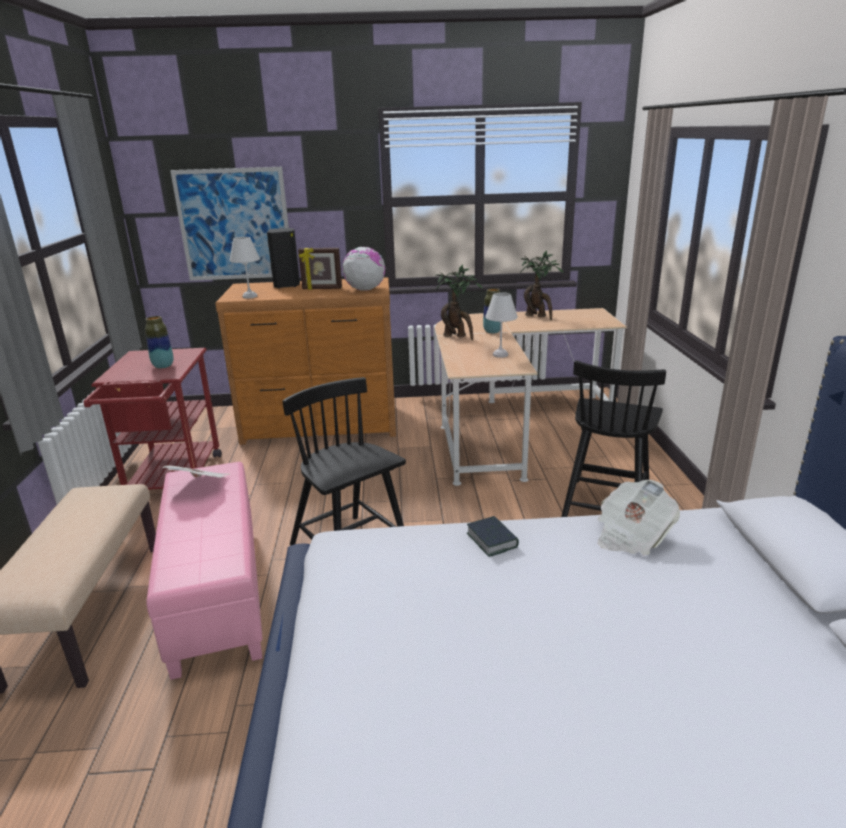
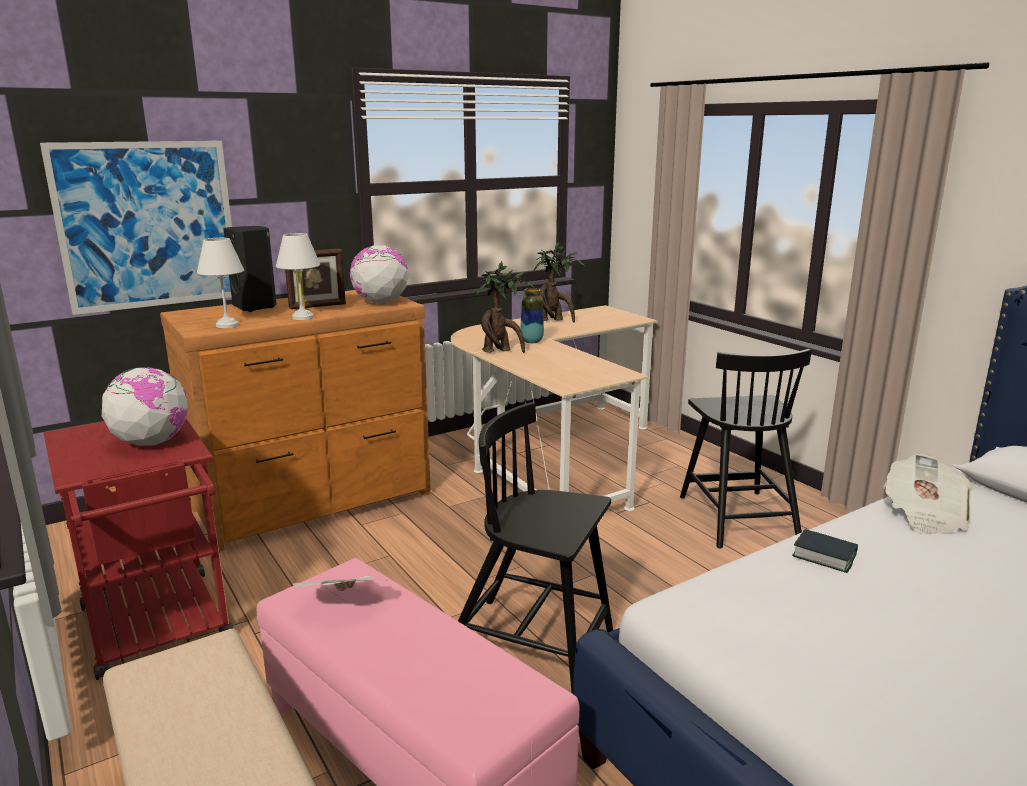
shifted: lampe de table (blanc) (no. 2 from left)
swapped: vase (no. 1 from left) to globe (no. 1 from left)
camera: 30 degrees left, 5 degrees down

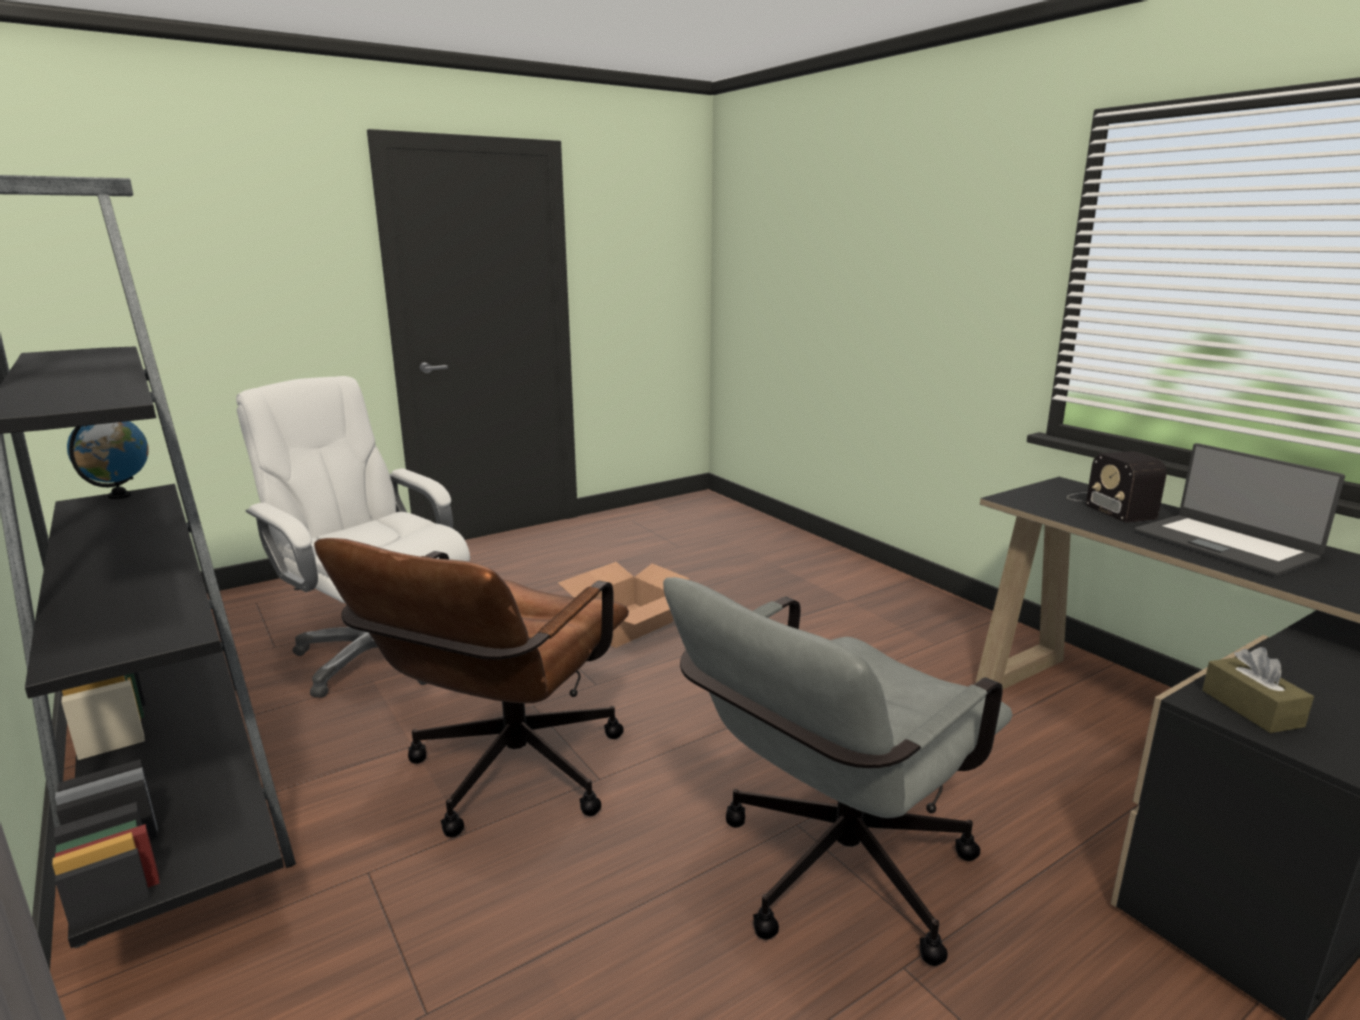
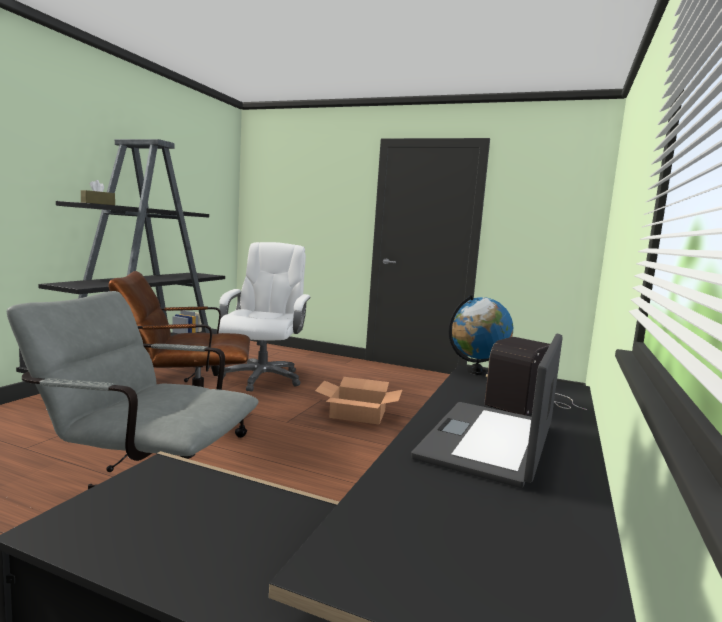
shifted: globe; boîte à mouchoirs (marron)
camera: 55 degrees right, 10 degrees down

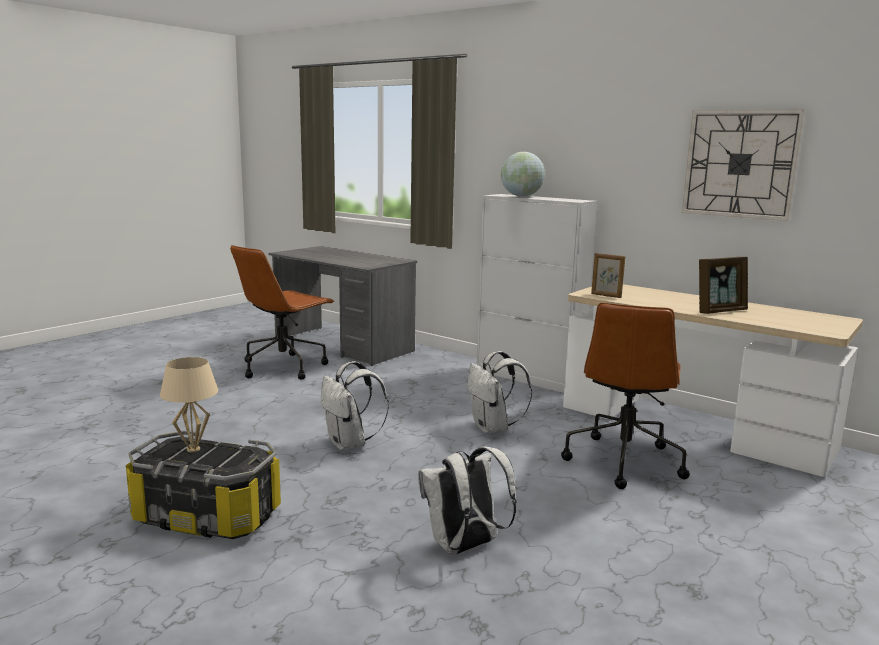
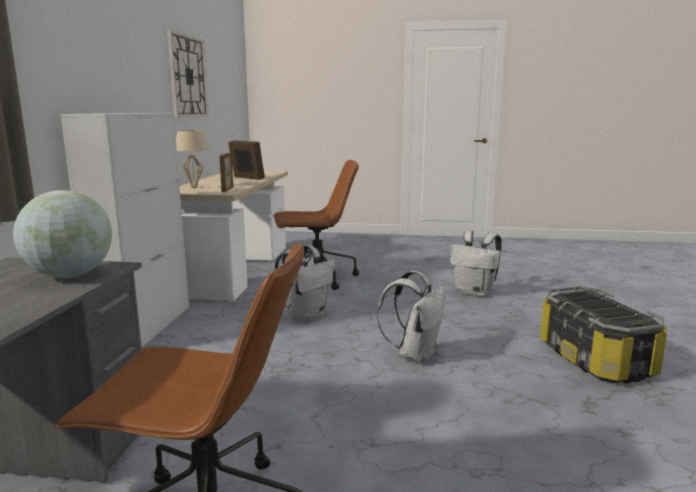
shifted: lampe de table (beige); globe
camera: 120 degrees left, 0 degrees up

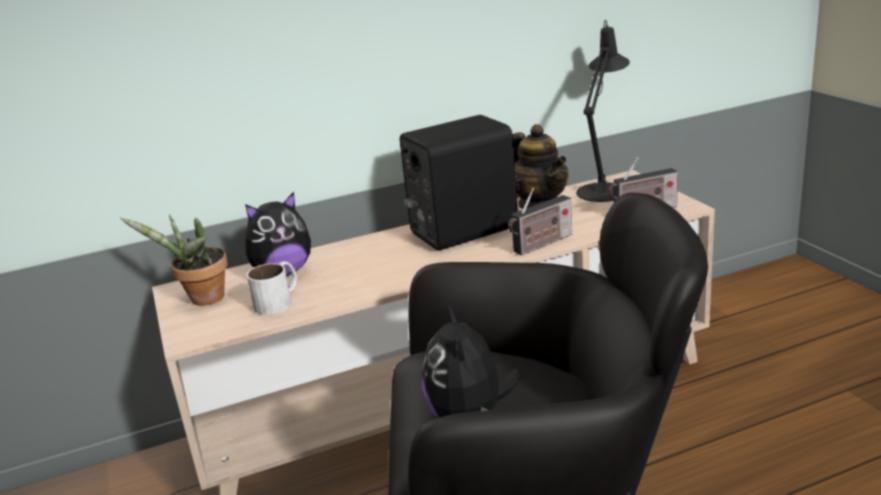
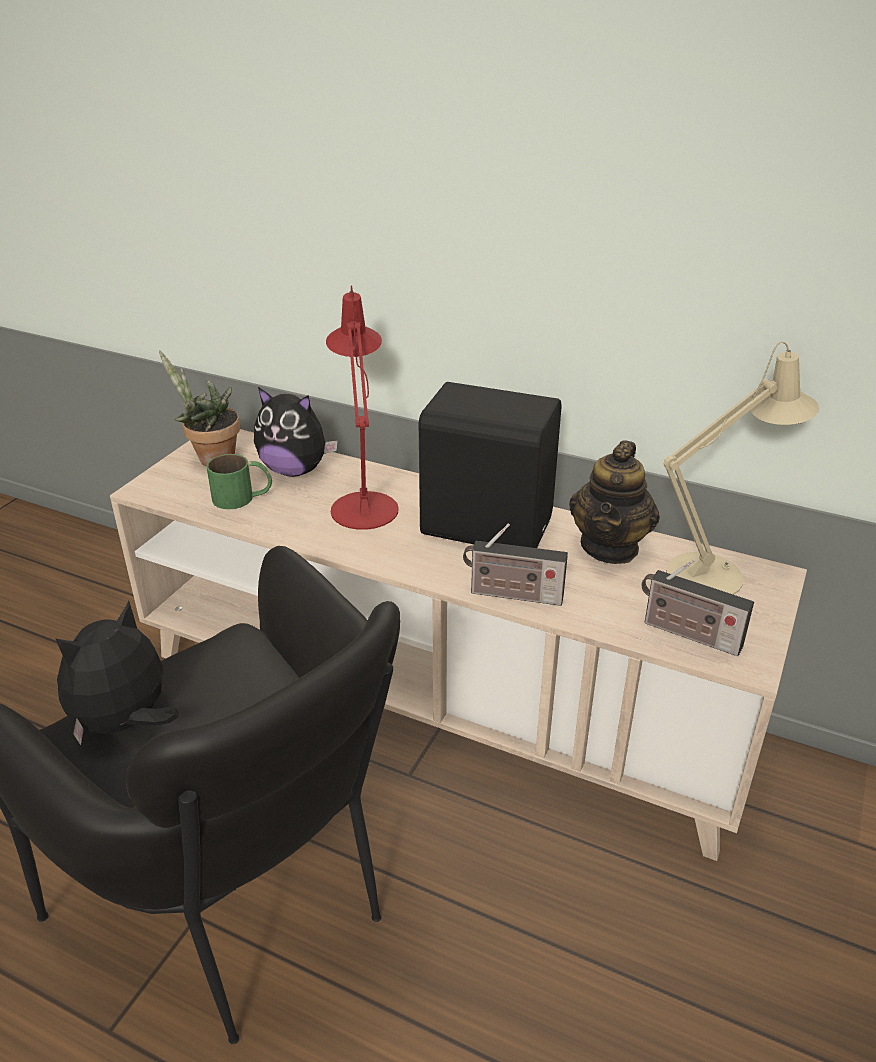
new: lampe de table (rouge)
repainted: mug (blanc) to mug (vert); lampe de table (noir) to lampe de table (beige)
camera: 45 degrees right, 10 degrees up

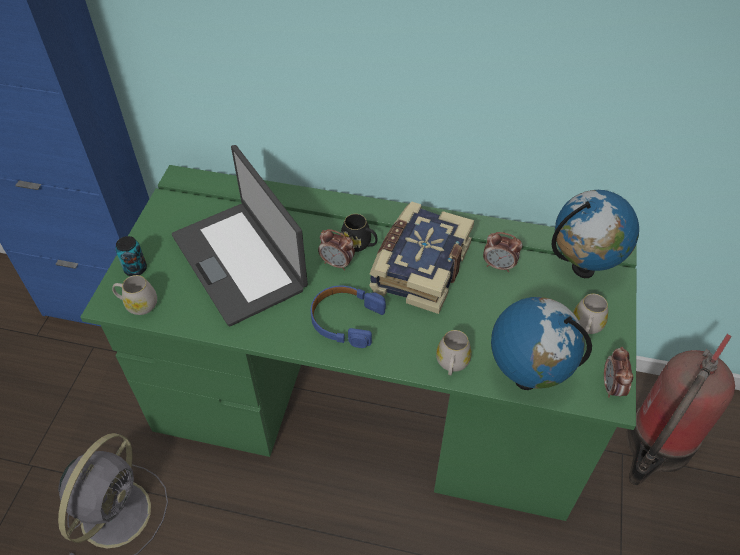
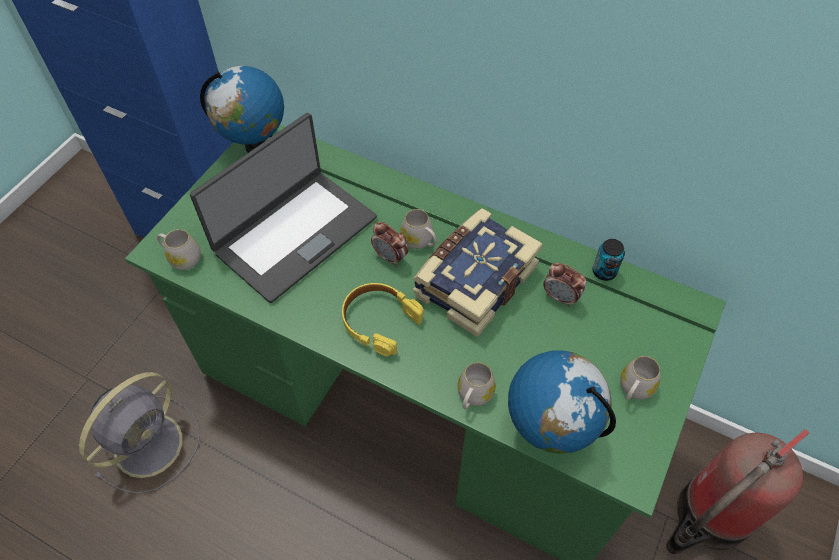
gone: réveil (no. 3 from left)
shifted: boîte métallique; globe (no. 2 from left in the first image) to globe (no. 1 from left)
repainted: casque audio (bleu) to casque audio (jaune); mug (noir) to mug (blanc) (no. 2 from left)
rotated: ordinateur portable 120 degrees counterclockwise
camera: 15 degrees right, 5 degrees up

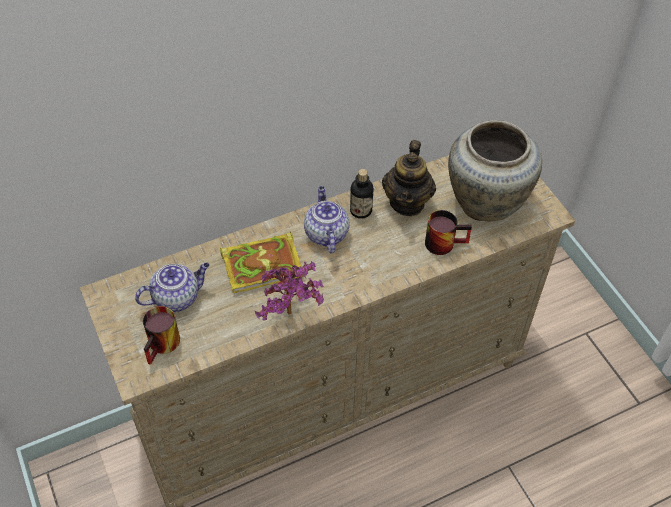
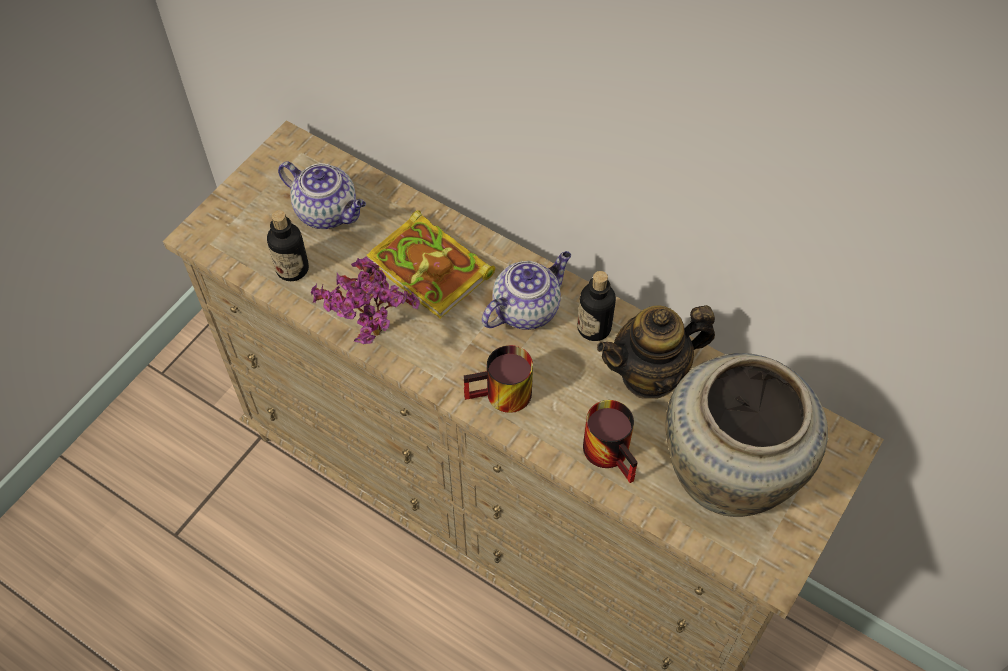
new: bouteille (no. 1 from left)
shifted: mug (no. 1 from left)
camera: 60 degrees right, 5 degrees up

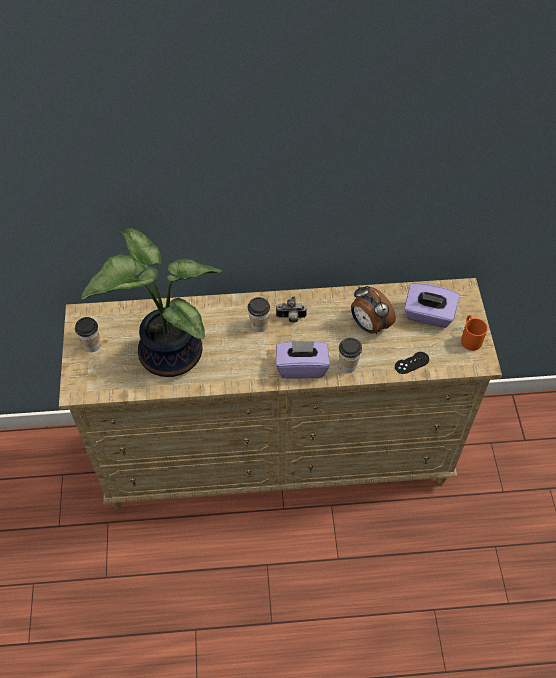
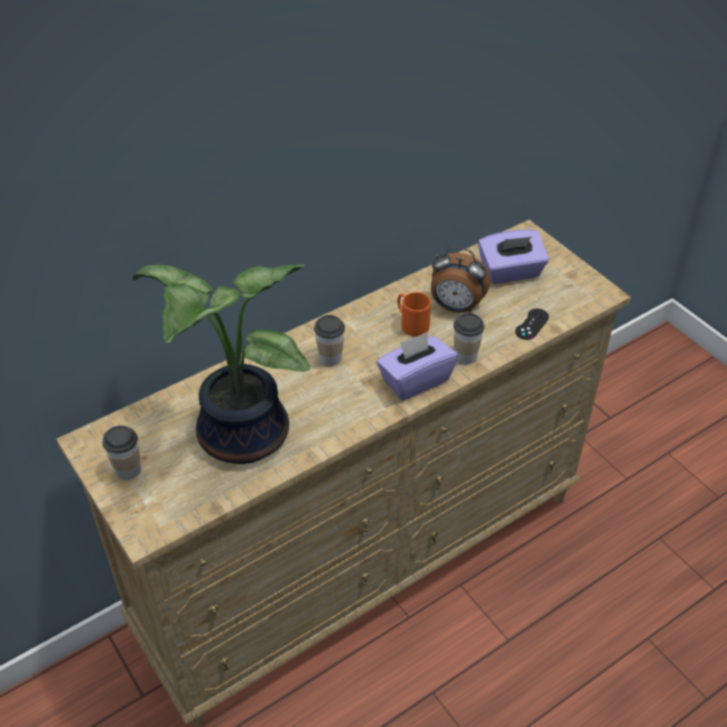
gone: appareil photo
shifted: mug (orange)
camera: 30 degrees left, 10 degrees down

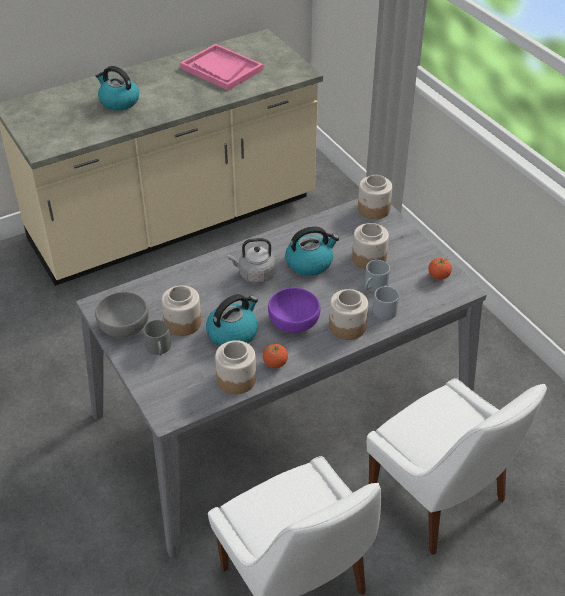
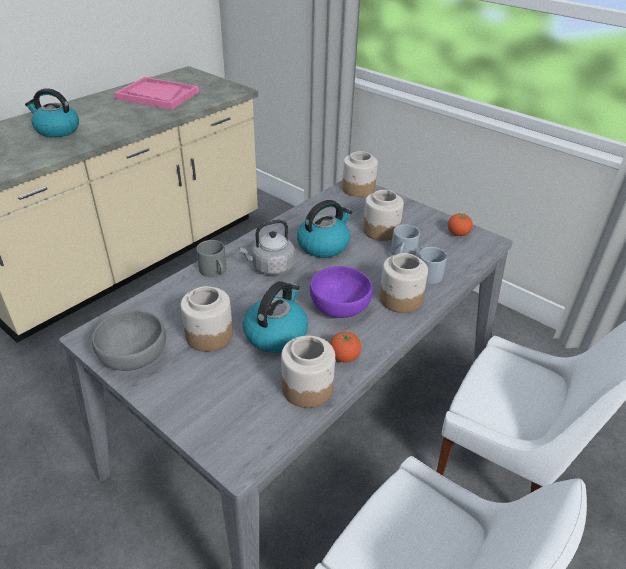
shifted: mug (gris) (no. 1 from left)
camera: 20 degrees left, 5 degrees down

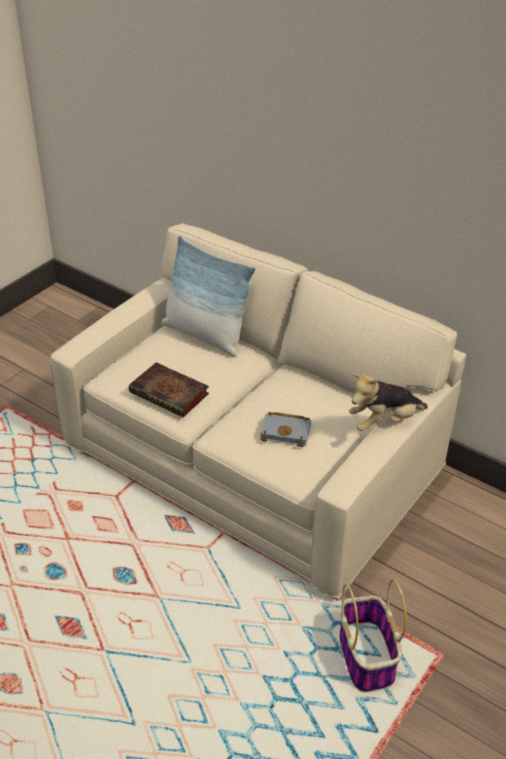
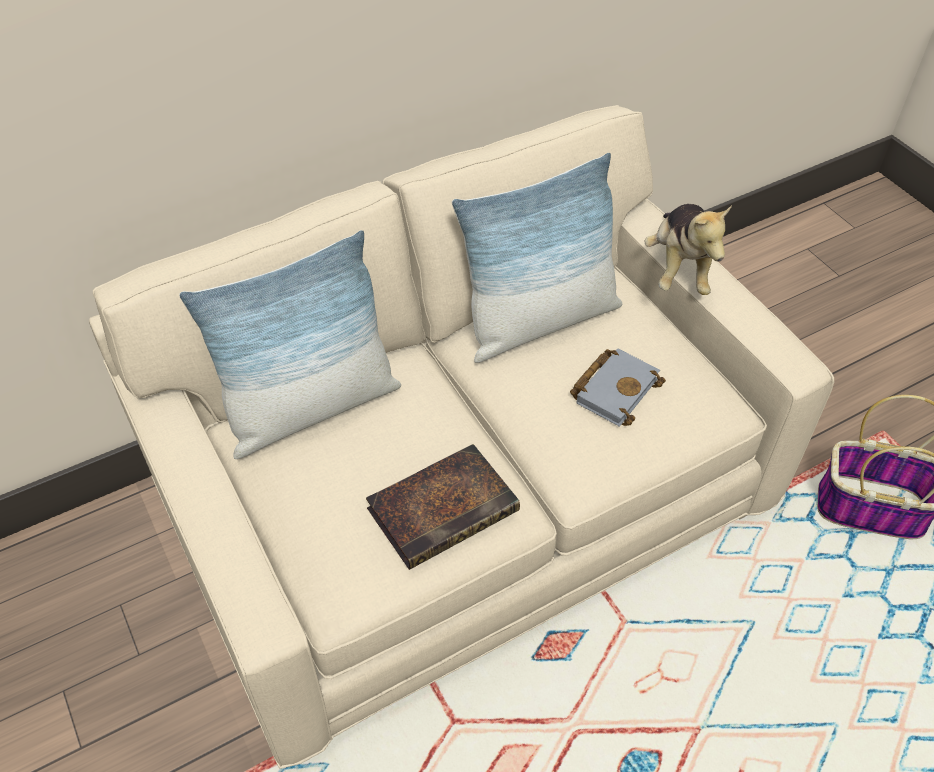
new: coussin (no. 2 from left)
camera: 65 degrees left, 10 degrees up

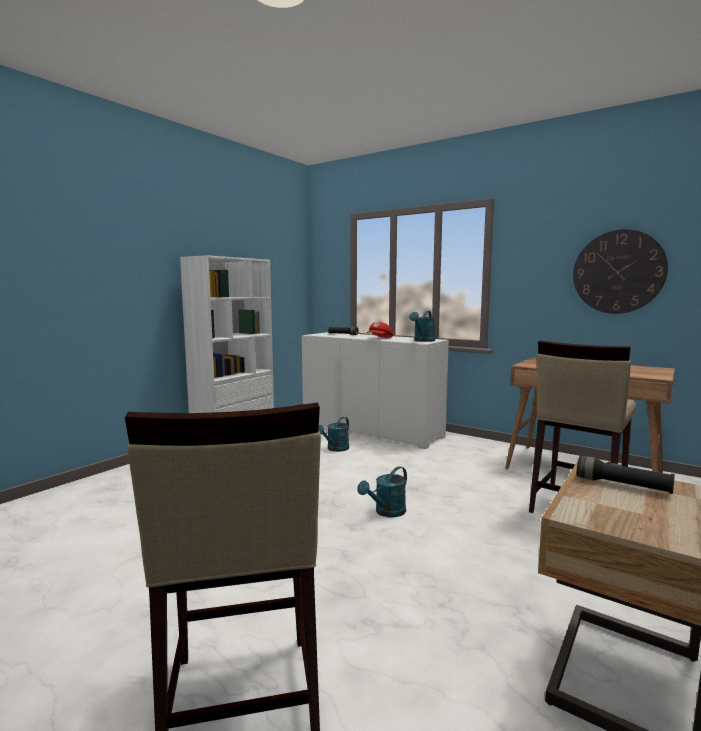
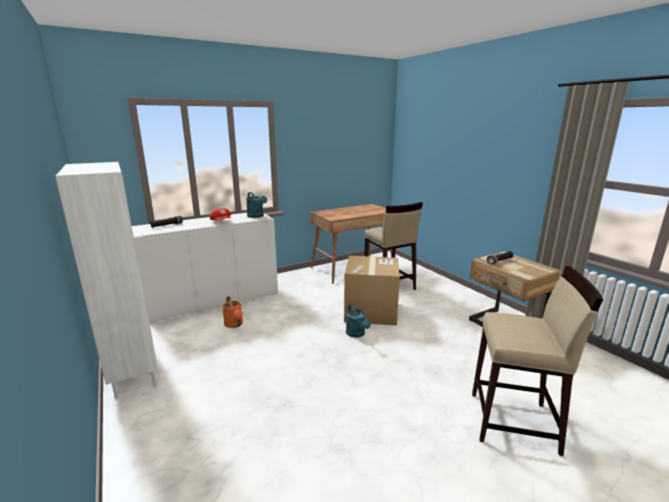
gone: horloge murale
new: carton
repainted: arrosoir (turquoise) (no. 1 from left) to arrosoir (orange)
camera: 65 degrees left, 10 degrees up

